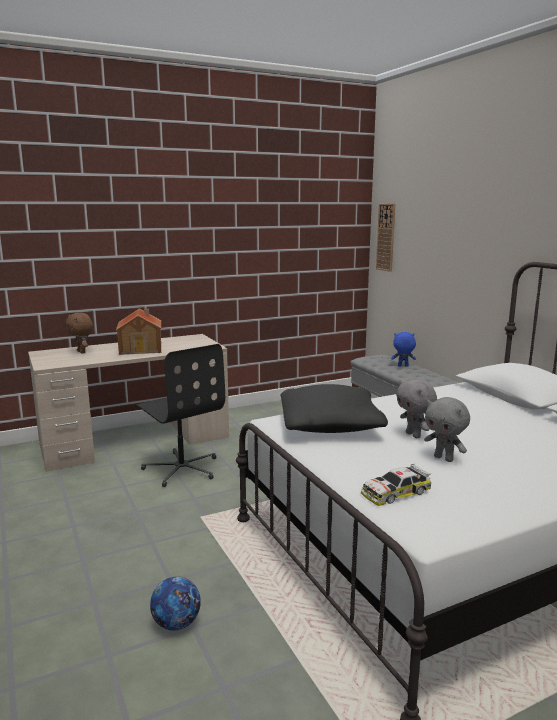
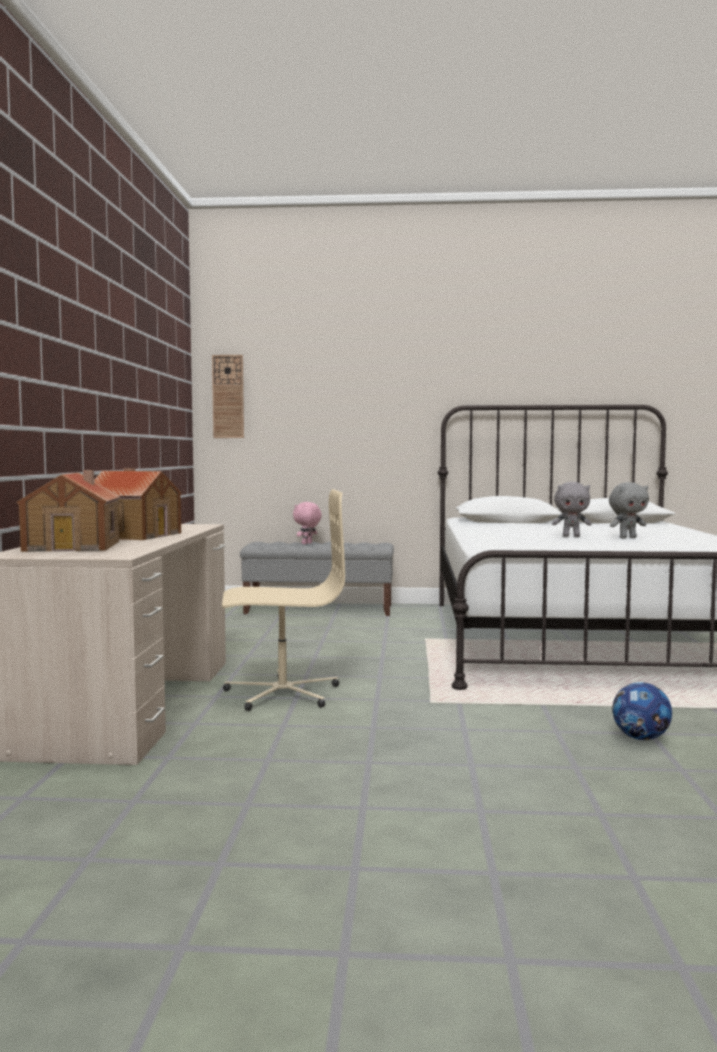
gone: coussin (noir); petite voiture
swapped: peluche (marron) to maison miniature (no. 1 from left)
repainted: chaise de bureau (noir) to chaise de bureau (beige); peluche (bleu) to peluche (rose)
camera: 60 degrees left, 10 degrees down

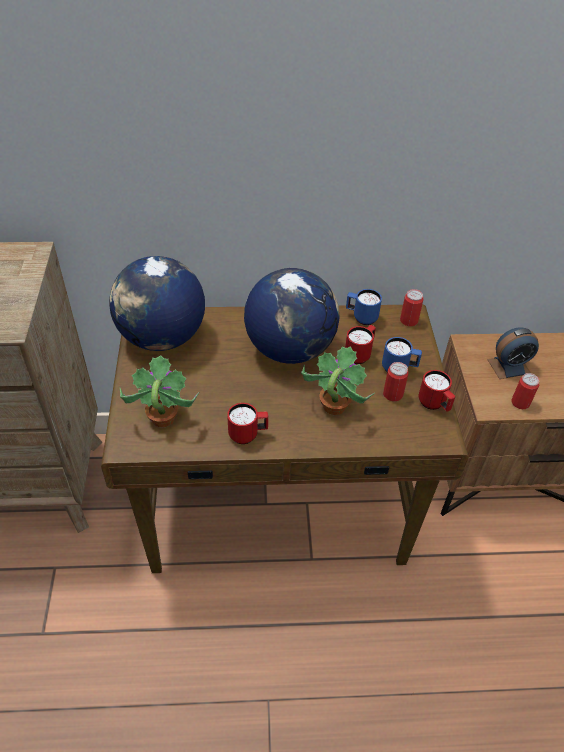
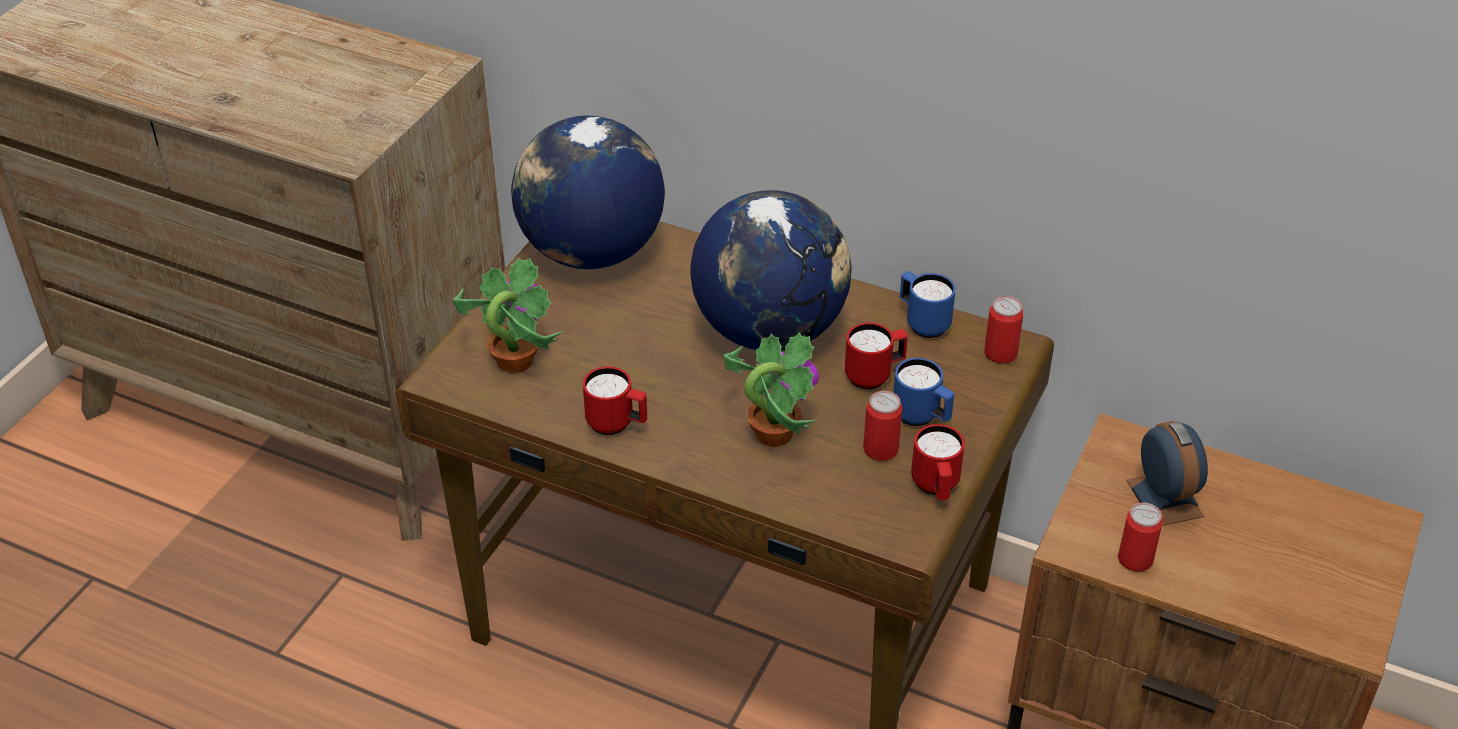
rotated: réveil 120 degrees counterclockwise
camera: 30 degrees right, 5 degrees down

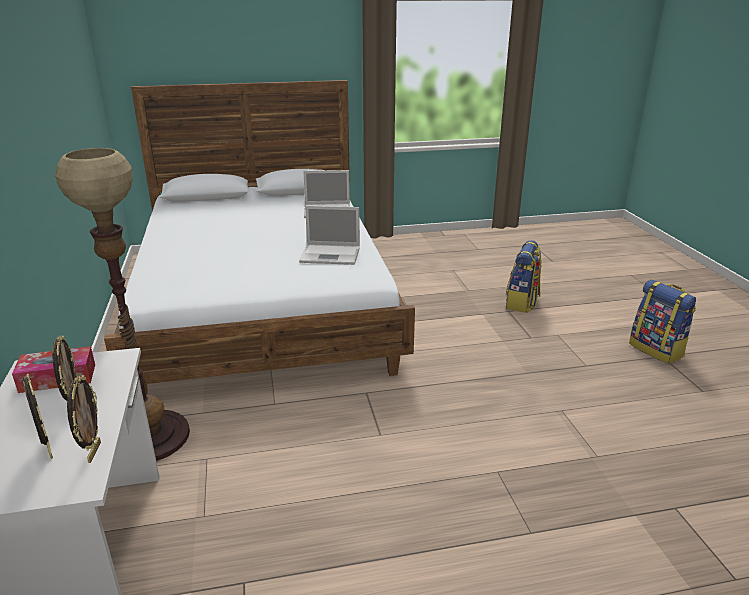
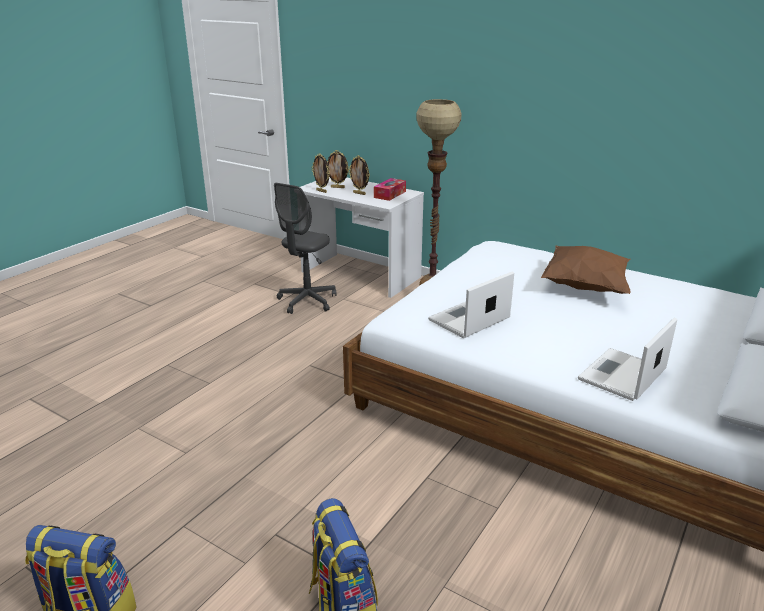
new: chaise de bureau (gris); coussin (marron)
camera: 135 degrees right, 0 degrees up

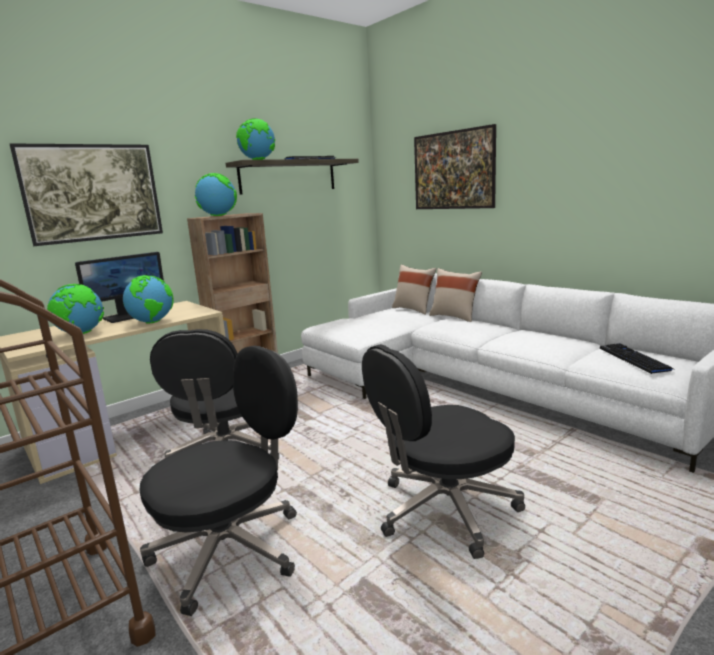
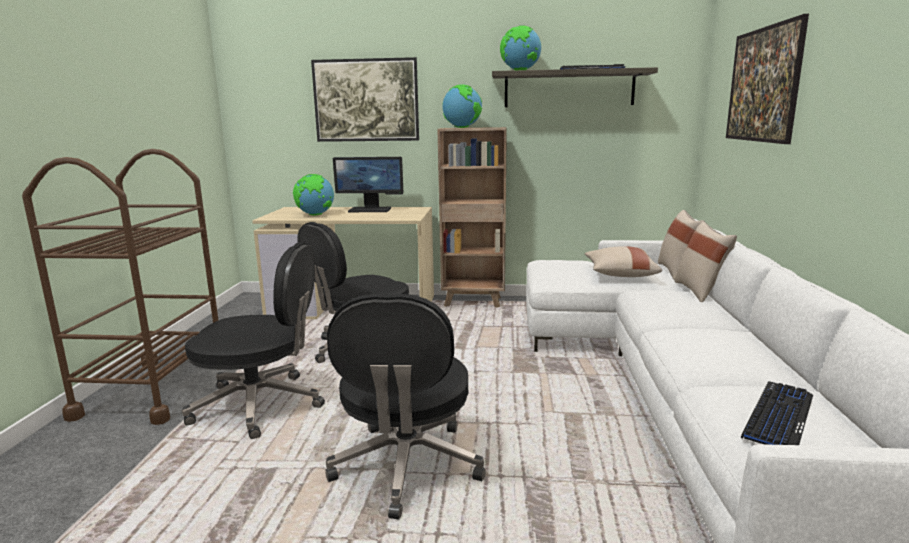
gone: globe (no. 2 from left)
new: coussin (beige) (no. 1 from left)
rotated: chaise de bureau (noir) (no. 3 from left) 105 degrees counterclockwise
camera: 45 degrees right, 0 degrees up

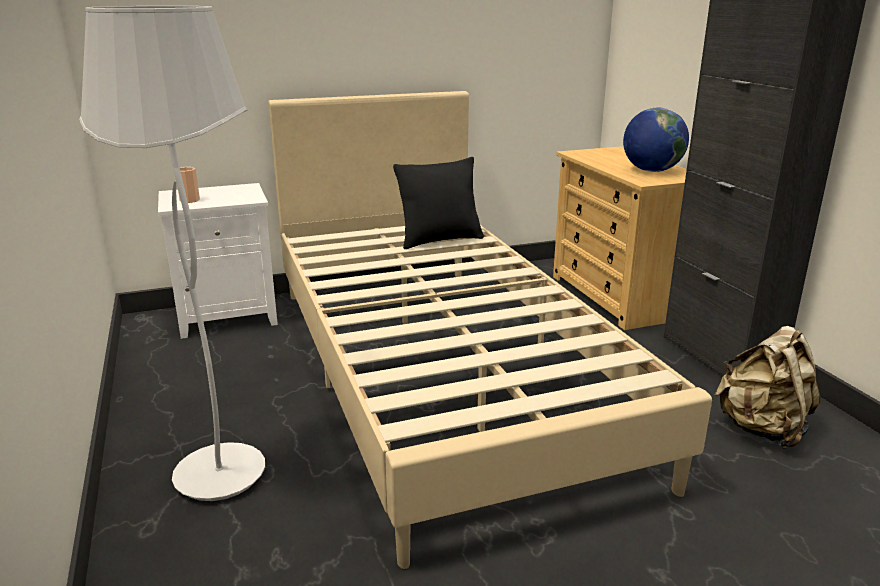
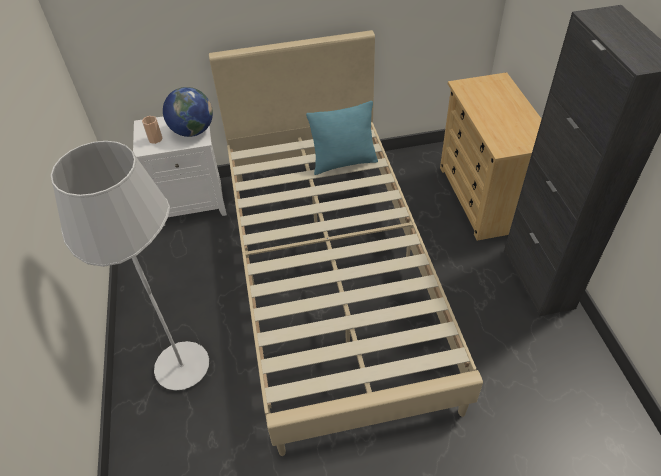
gone: sac à dos (beige)
shifted: globe
repainted: coussin (noir) to coussin (turquoise)
camera: 10 degrees right, 25 degrees up

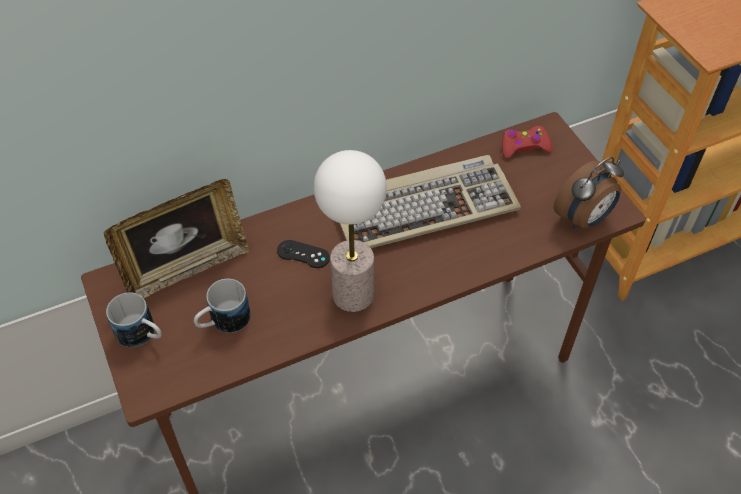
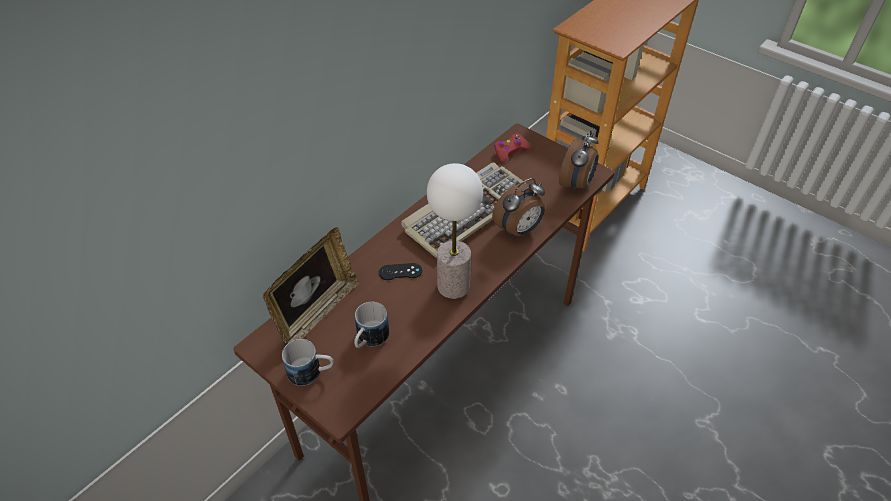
new: réveil (no. 1 from left)
camera: 25 degrees left, 5 degrees down

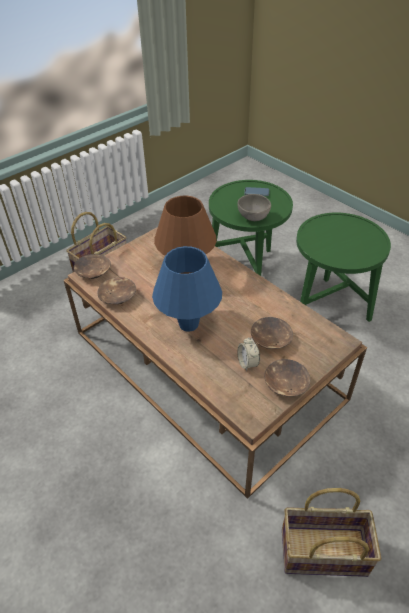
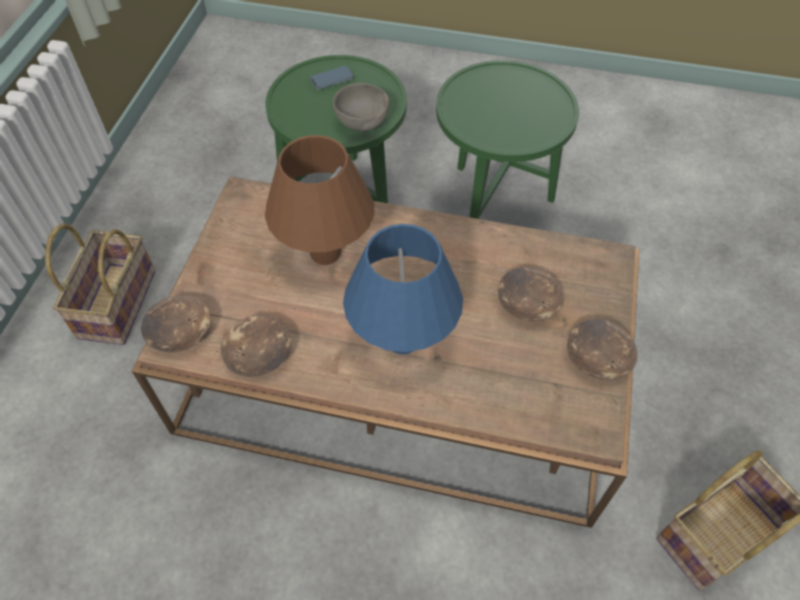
gone: réveil
camera: 35 degrees left, 10 degrees up

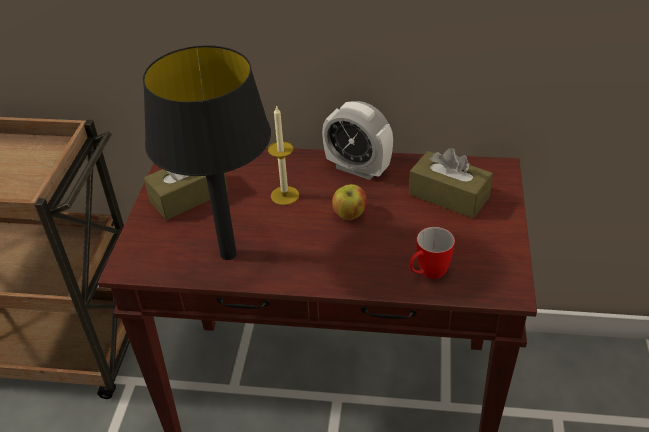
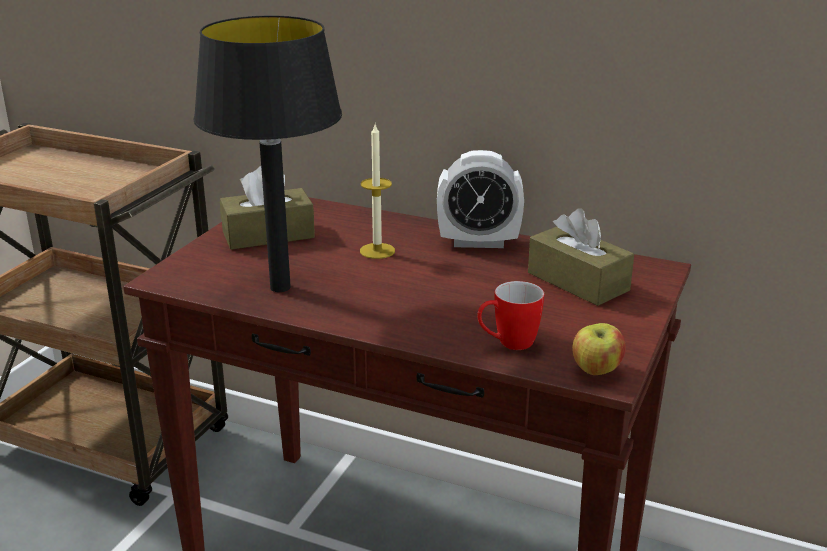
shifted: pomme
rotated: réveil 45 degrees counterclockwise
camera: 15 degrees right, 15 degrees down

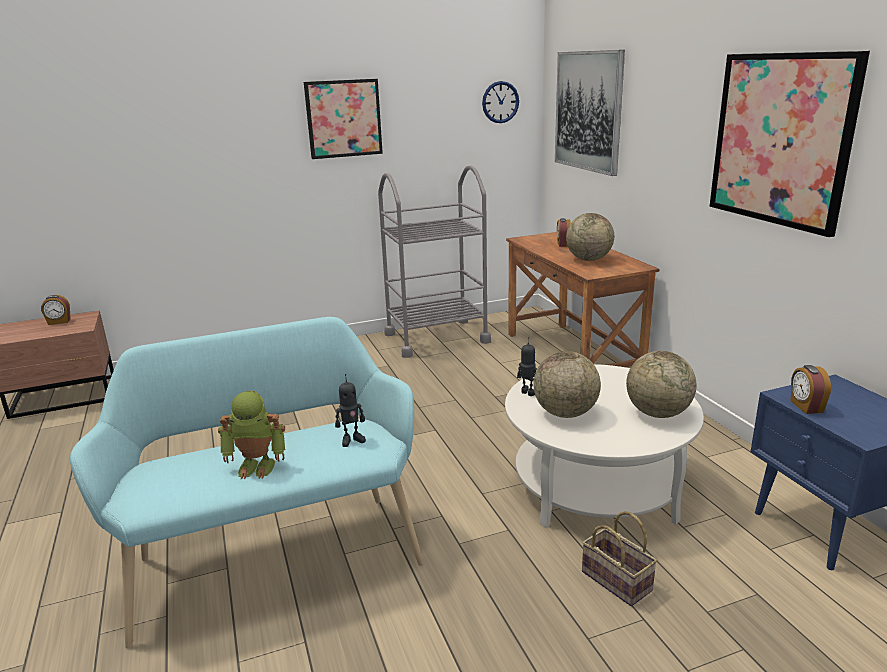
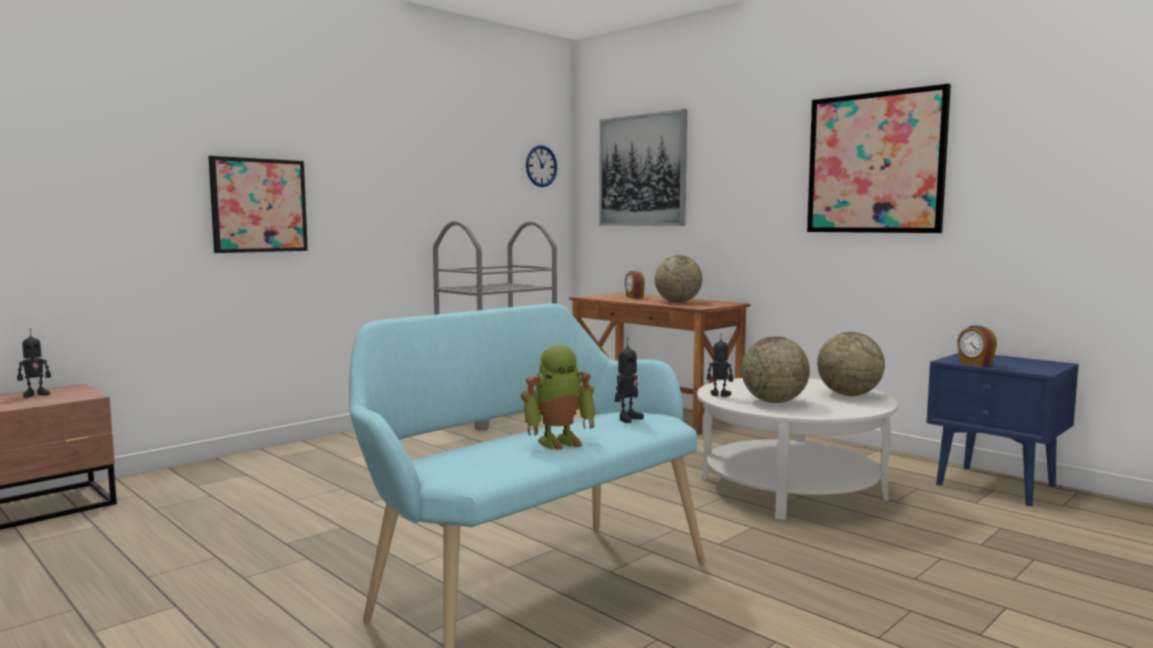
gone: panier
shifted: tableau (no. 1 from left)
swapped: réveil (no. 1 from left) to robot jouet (no. 1 from left)
camera: 25 degrees left, 15 degrees down

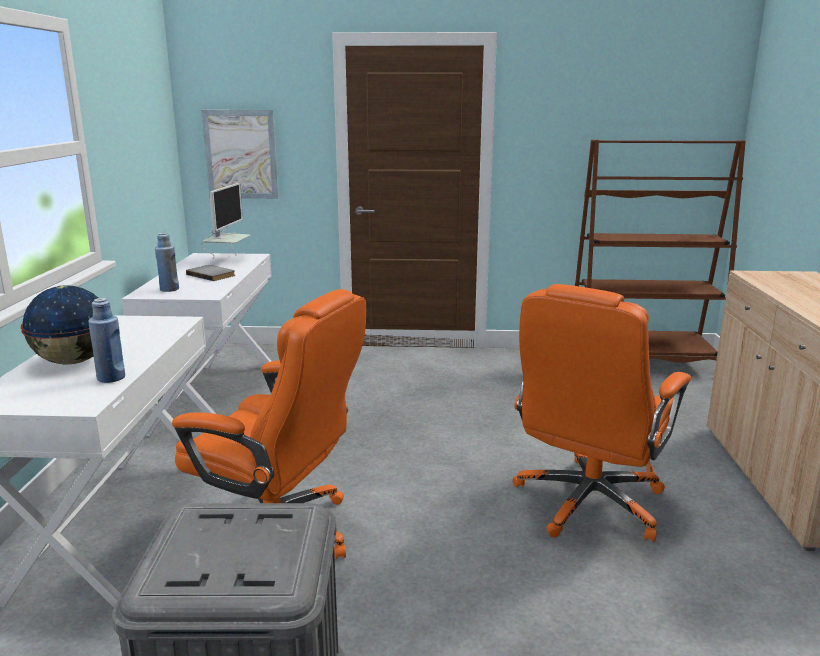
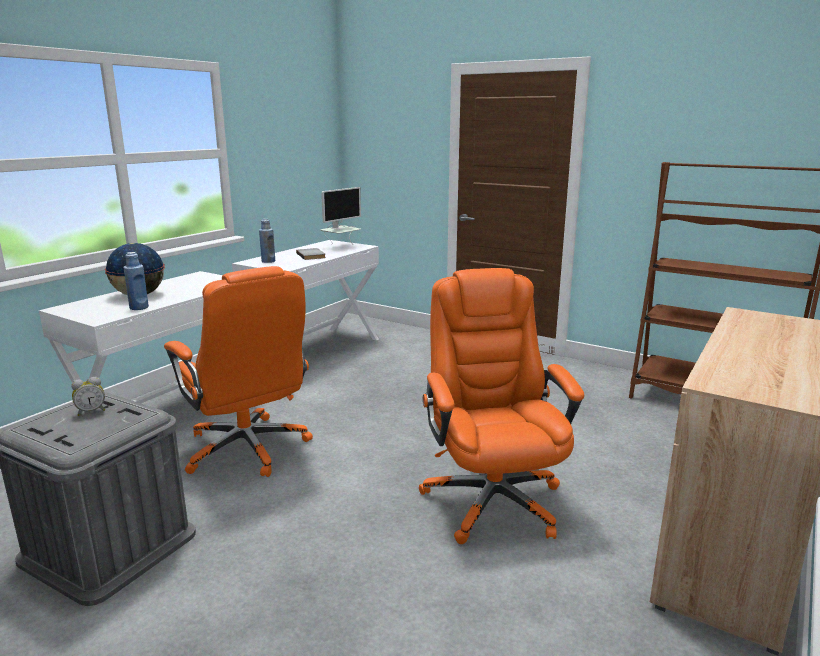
gone: tableau
new: réveil
rotated: chaise de bureau (orange) (no. 2 from left) 105 degrees clockwise
camera: 30 degrees right, 0 degrees up

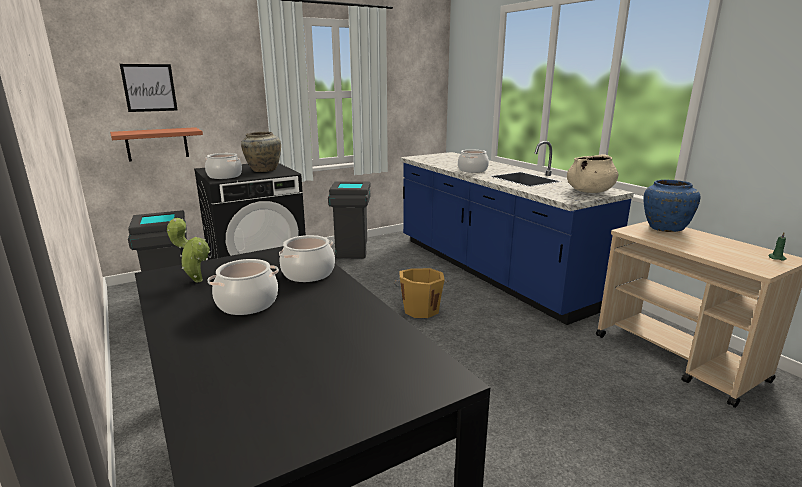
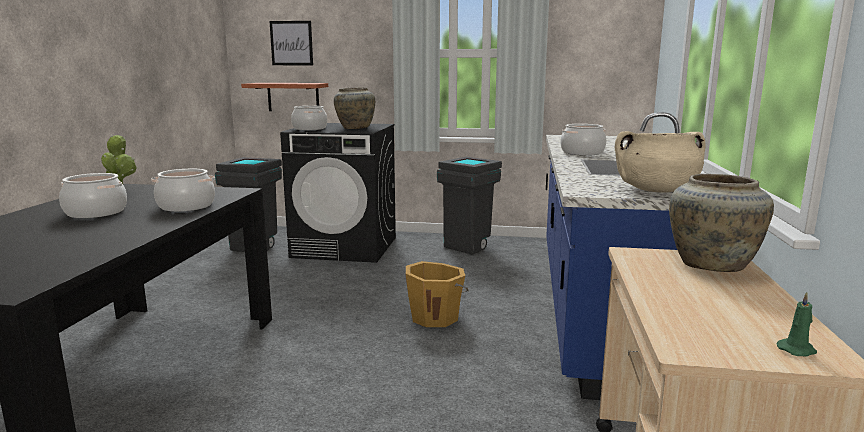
repainted: vase (bleu) to vase (beige) (no. 2 from left)
camera: 40 degrees right, 5 degrees down

